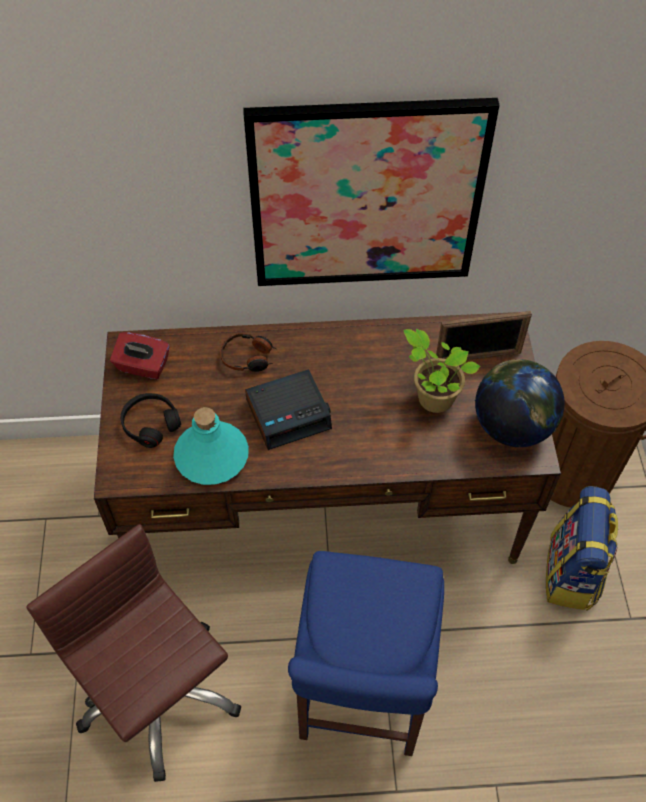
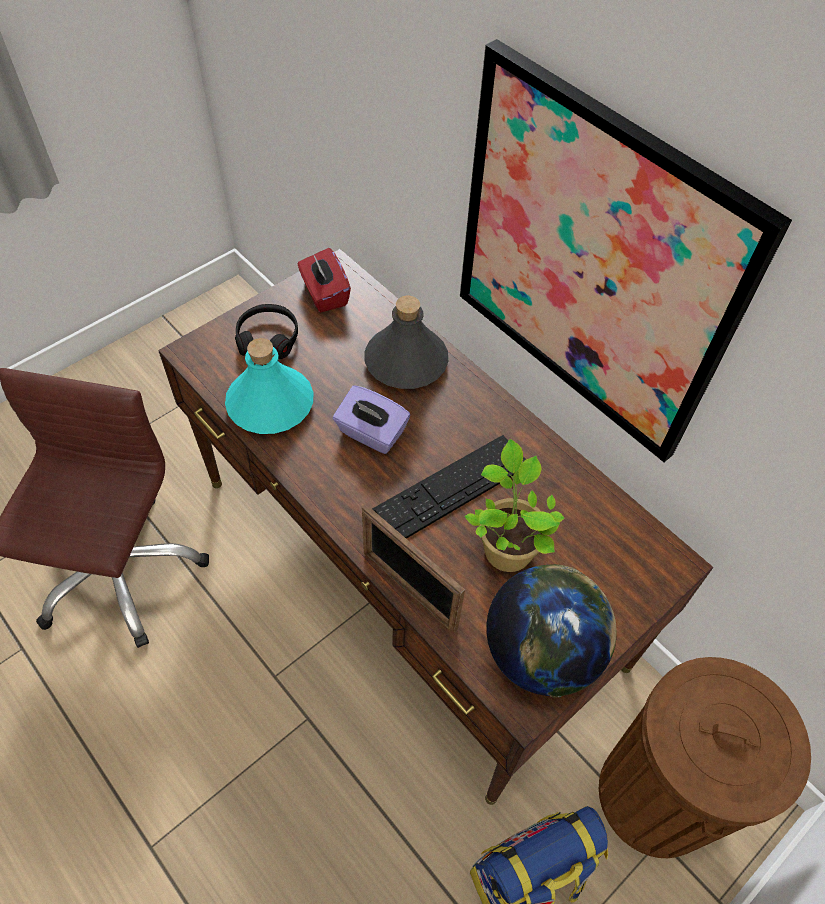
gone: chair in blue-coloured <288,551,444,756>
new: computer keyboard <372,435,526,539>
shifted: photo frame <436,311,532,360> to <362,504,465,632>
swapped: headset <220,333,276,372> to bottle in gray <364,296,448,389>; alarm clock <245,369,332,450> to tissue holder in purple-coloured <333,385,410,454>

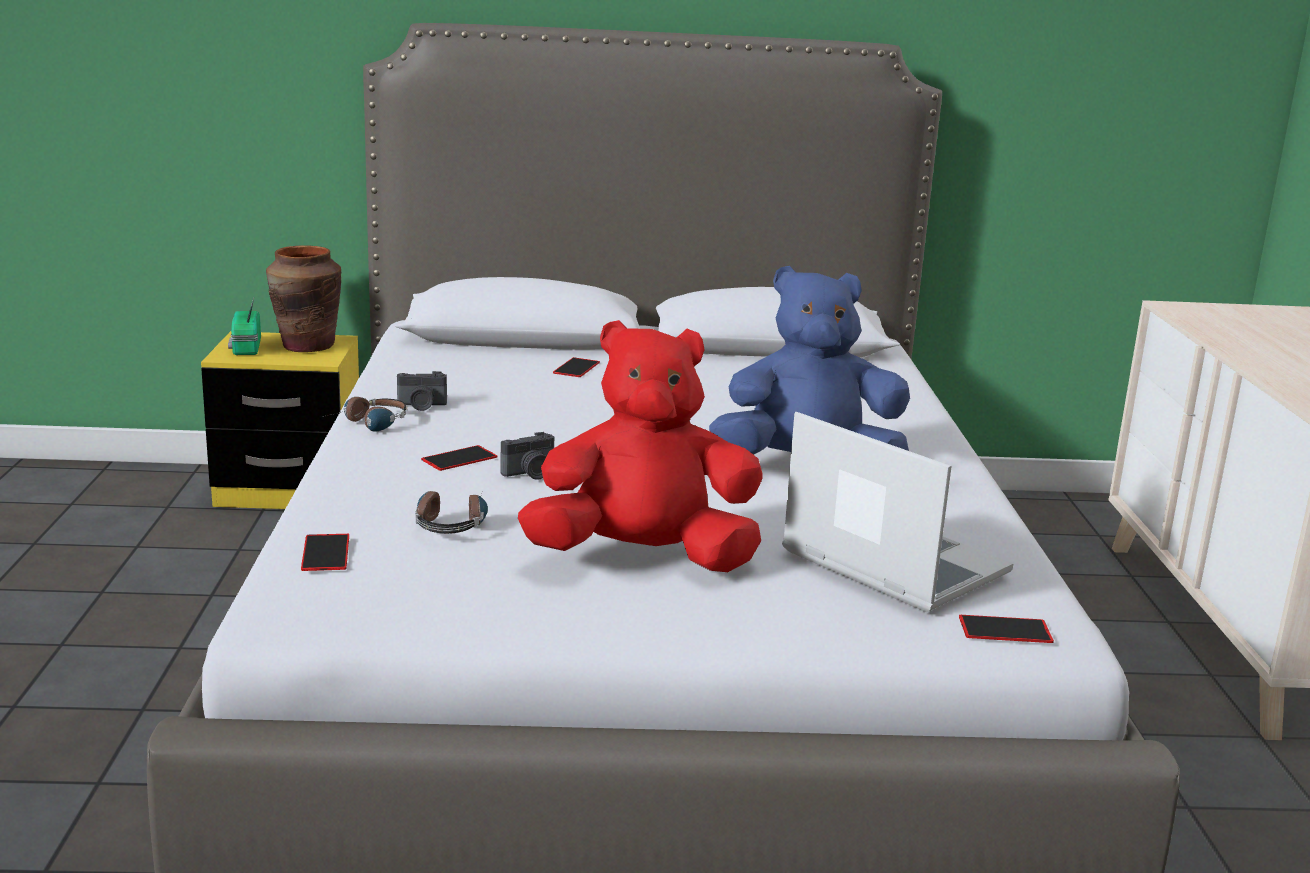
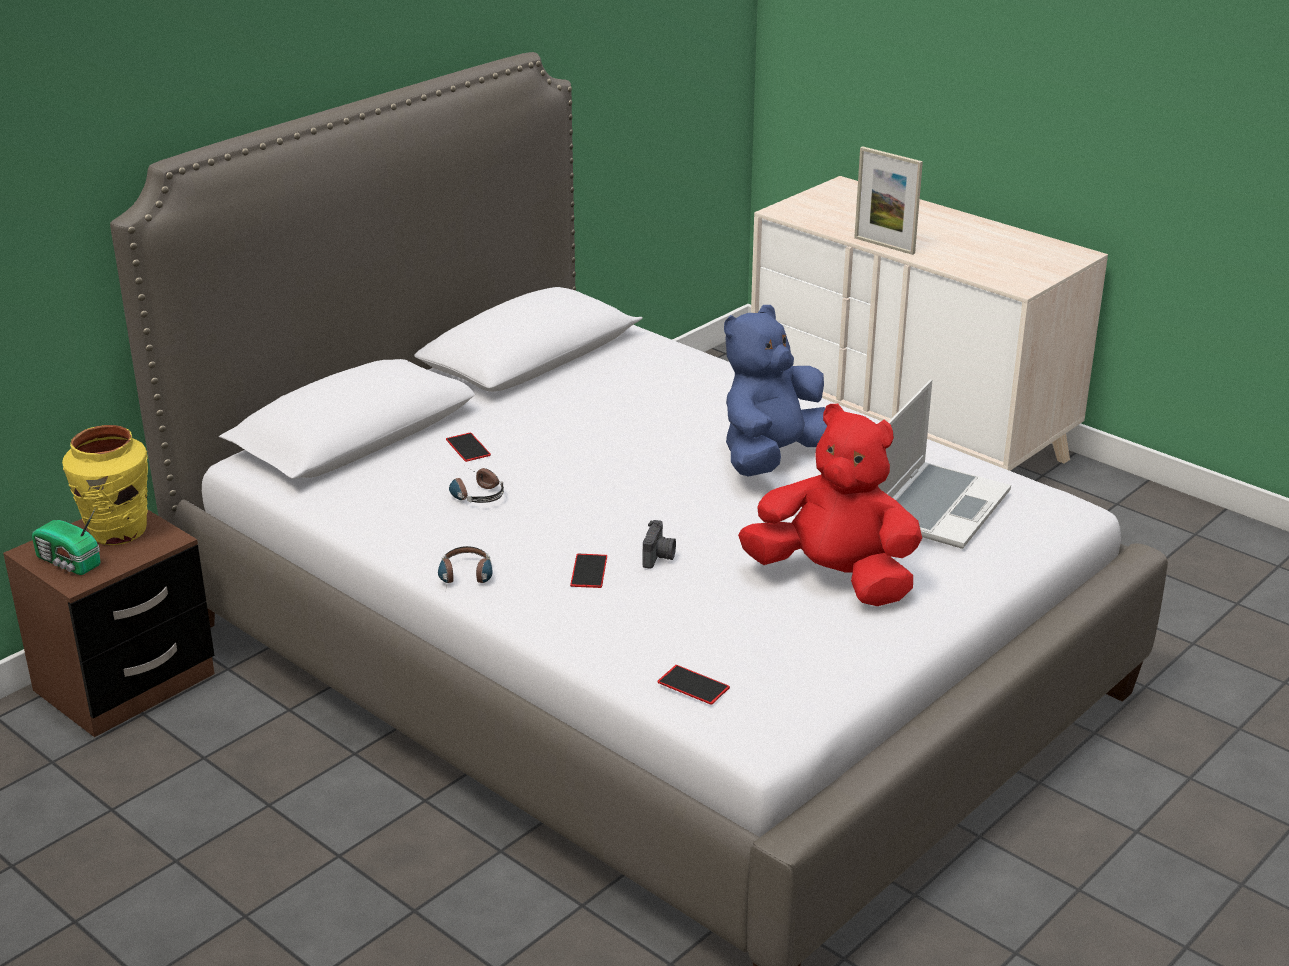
gone: still camera <397,371,447,411>; handset <959,615,1054,643>
new: photo frame <854,146,923,255>
shifted: headset <415,491,488,534> to <449,466,504,503>
repainted: nightstand in yellow-coloured <201,331,359,509> to nightstand in brownish <3,510,215,737>; vase in brownish <266,245,341,352> to vase in yellow-coloured <62,425,148,545>
rotated: plush toy in red <518,320,762,572> = <738,404,922,606> 75 degrees clockwise; notebook computer <782,412,1013,612> = <878,380,1011,549> 120 degrees clockwise

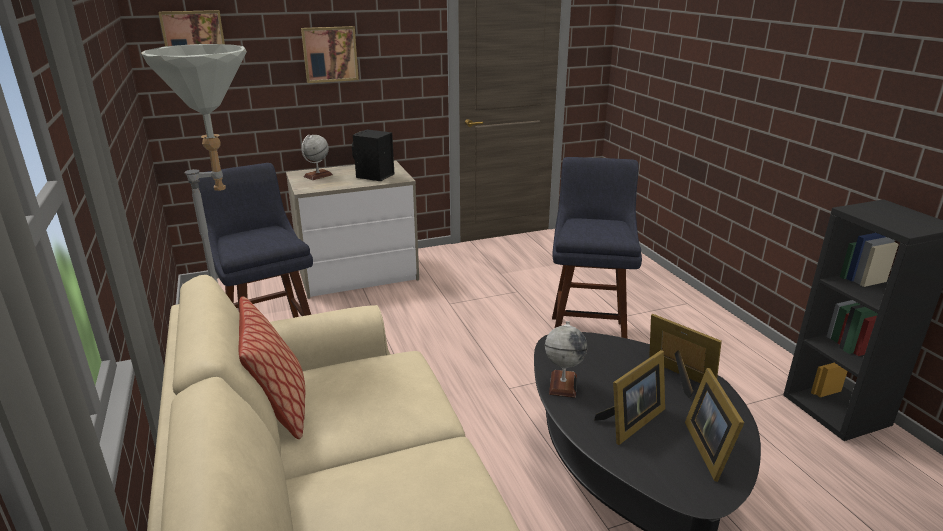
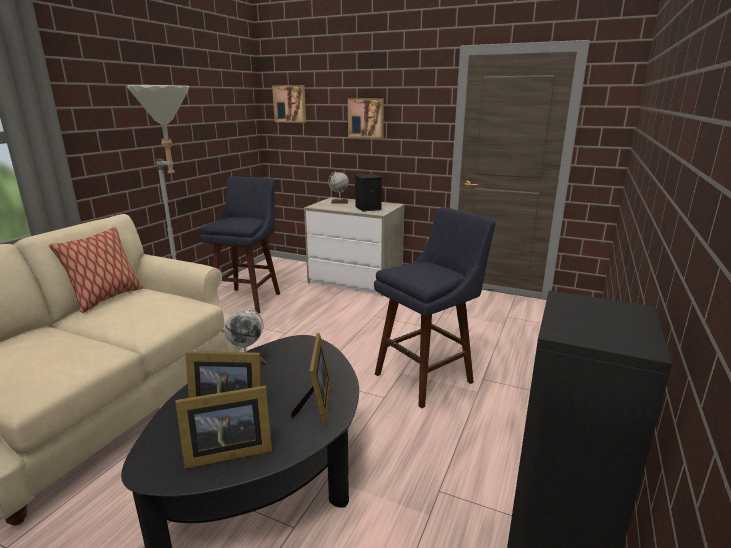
rotated: photo frame <685,368,744,482> = <175,386,272,469> 150 degrees counterclockwise

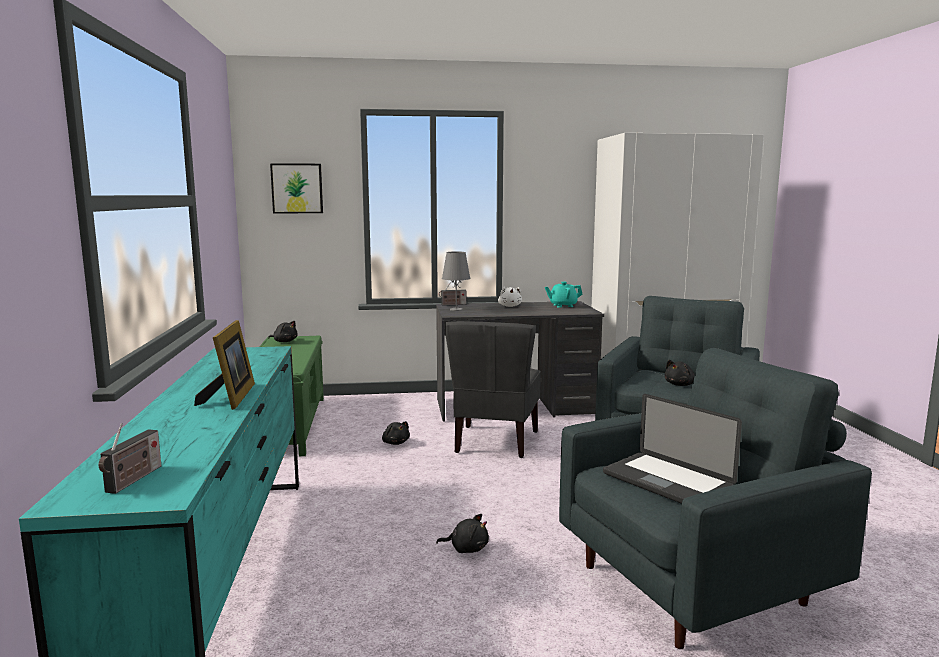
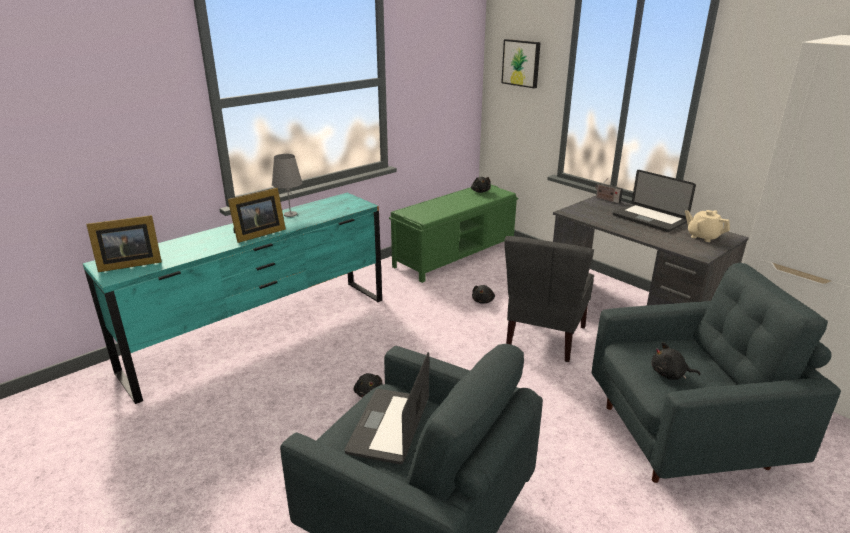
shifted: tabletop lamp in gray <442,251,471,311> to <272,154,303,217>
swapped: radio receiver <98,423,161,494> to photo frame <86,215,162,272>; plush toy in white-coloured <498,287,522,307> to notebook computer <613,170,696,232>
repainted: tea pot in blue-green <545,282,582,308> to tea pot in sand-coloured <685,210,730,242>
rotated: chair in gray <445,321,541,458> = <505,236,594,362> 45 degrees counterclockwise

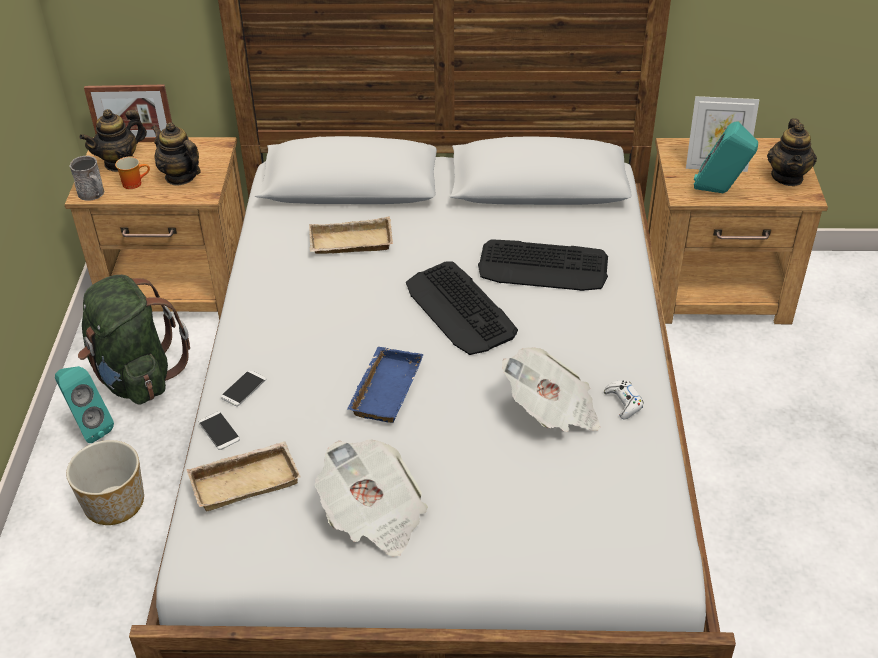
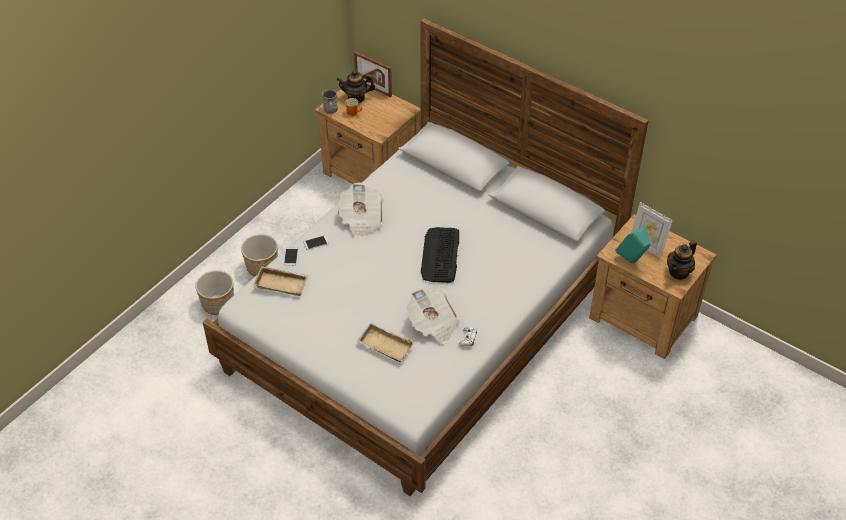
gone: speaker in blue-green <55,366,114,443>; knapsack in greenish <78,275,190,404>; tea pot <151,122,201,186>; carrying tray in blue-coloured <347,346,424,423>; computer keyboard <478,239,608,291>
new: plant pot <195,270,234,315>
shifted: carrying tray in sand-coloured <309,217,393,254> to <357,323,414,362>; daily paper <315,439,428,557> to <338,182,384,238>

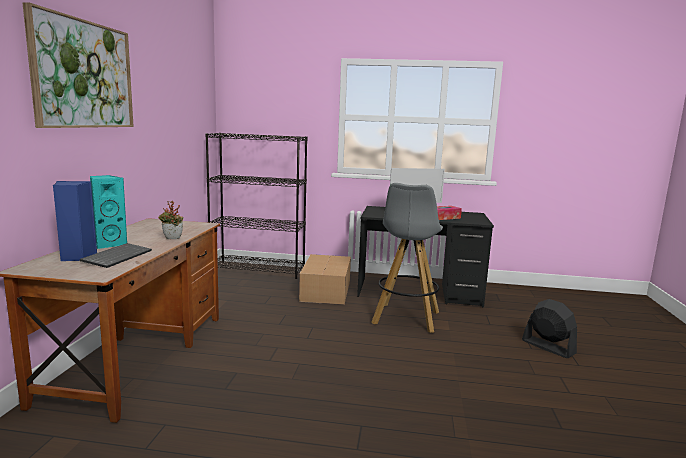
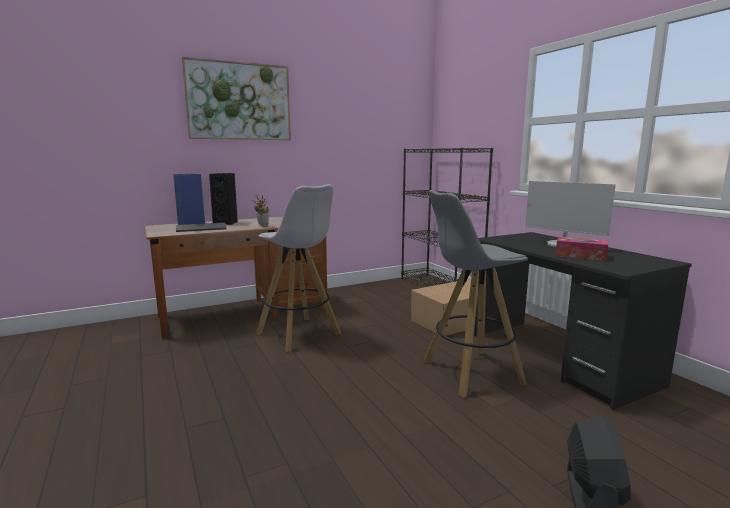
new: stool seat in white-coloured <256,184,341,352>
repainted: speaker in blue-green <90,175,127,249> to speaker in blackish <209,173,238,225>

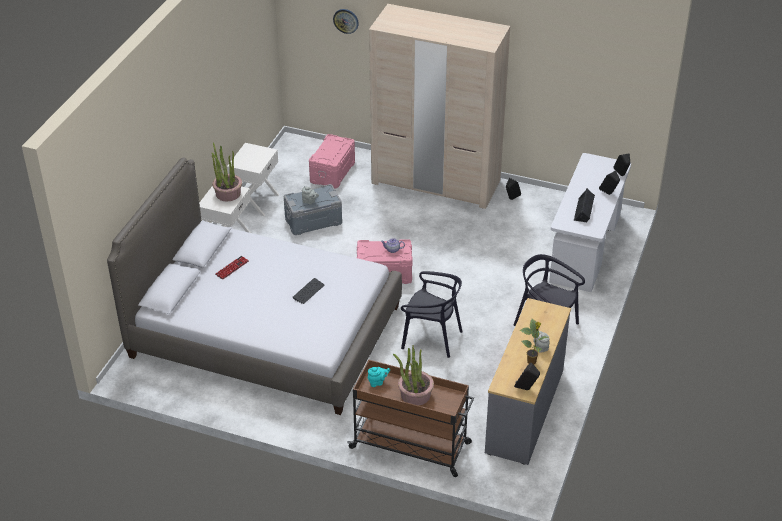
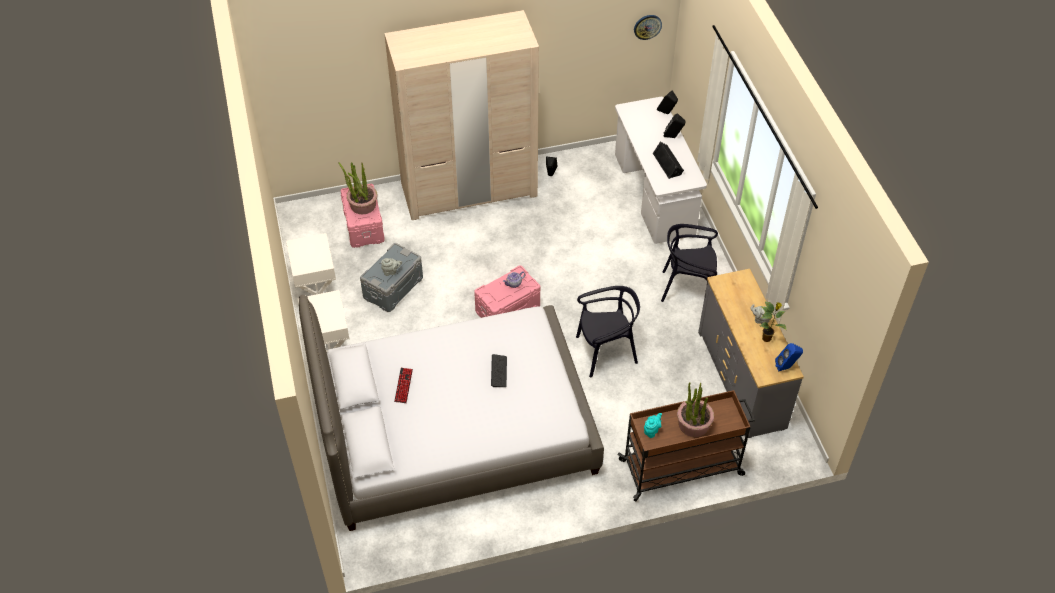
shifted: houseplant <211,142,242,202> to <338,162,378,214>; clock on the wall <333,9,359,34> to <634,15,662,40>
repainted: speaker in blackish <514,363,540,390> to speaker in blue-coloured <775,343,803,371>

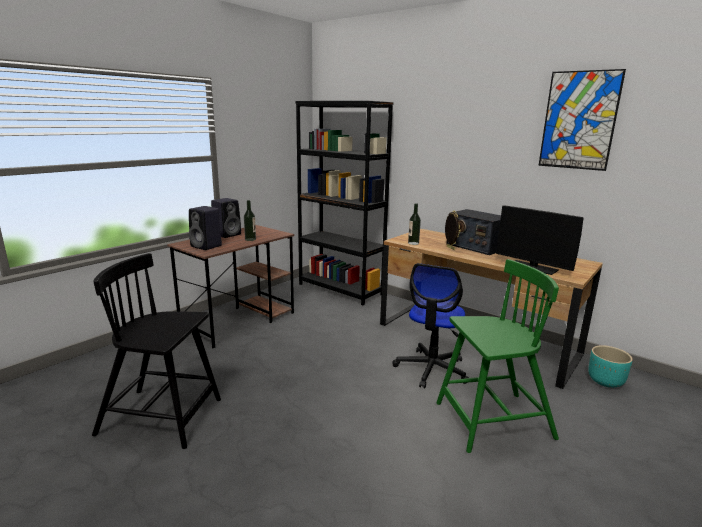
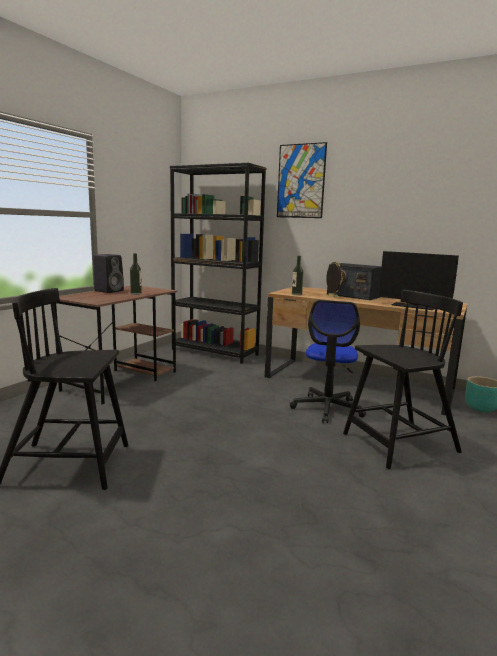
gone: speaker in blackish <189,206,222,250>
shifted: wall art <538,69,626,171> to <277,142,327,218>
repainted: chair in greenish <436,259,559,453> to chair in blackish <343,290,463,469>

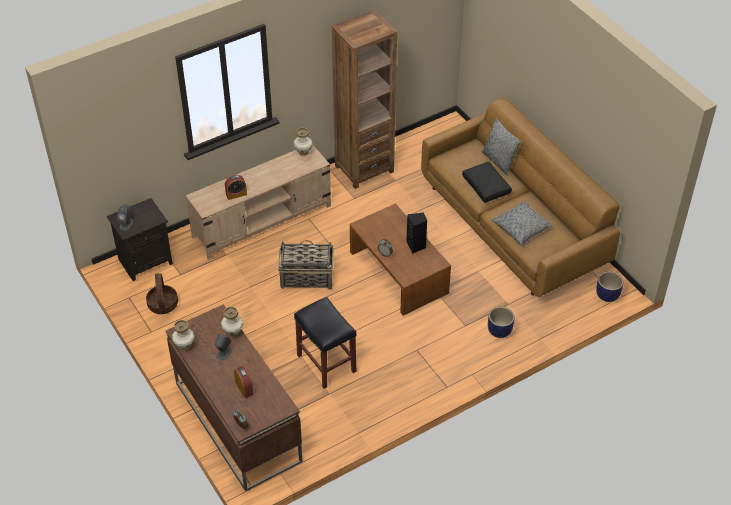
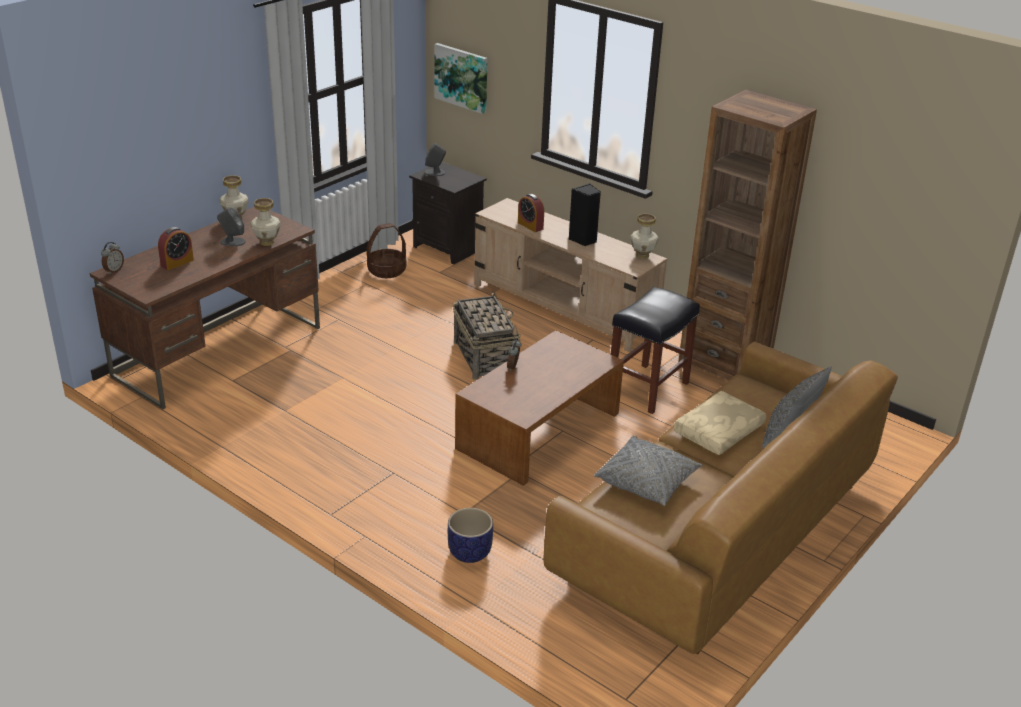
gone: plant pot <596,271,623,302>
new: wall art <434,43,488,114>
shifted: stool seat in blackish <294,297,357,389> to <611,287,700,414>; speaker in blackish <406,213,428,254> to <569,184,601,246>
repainted: pillow in blackish <462,162,512,203> to pillow in sand-coloured <674,391,766,455>

